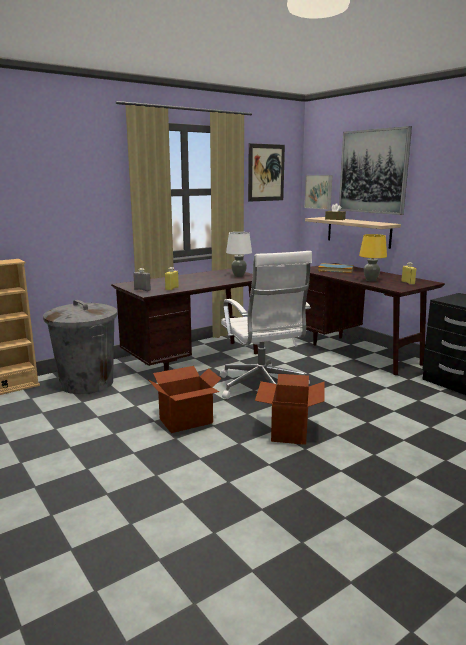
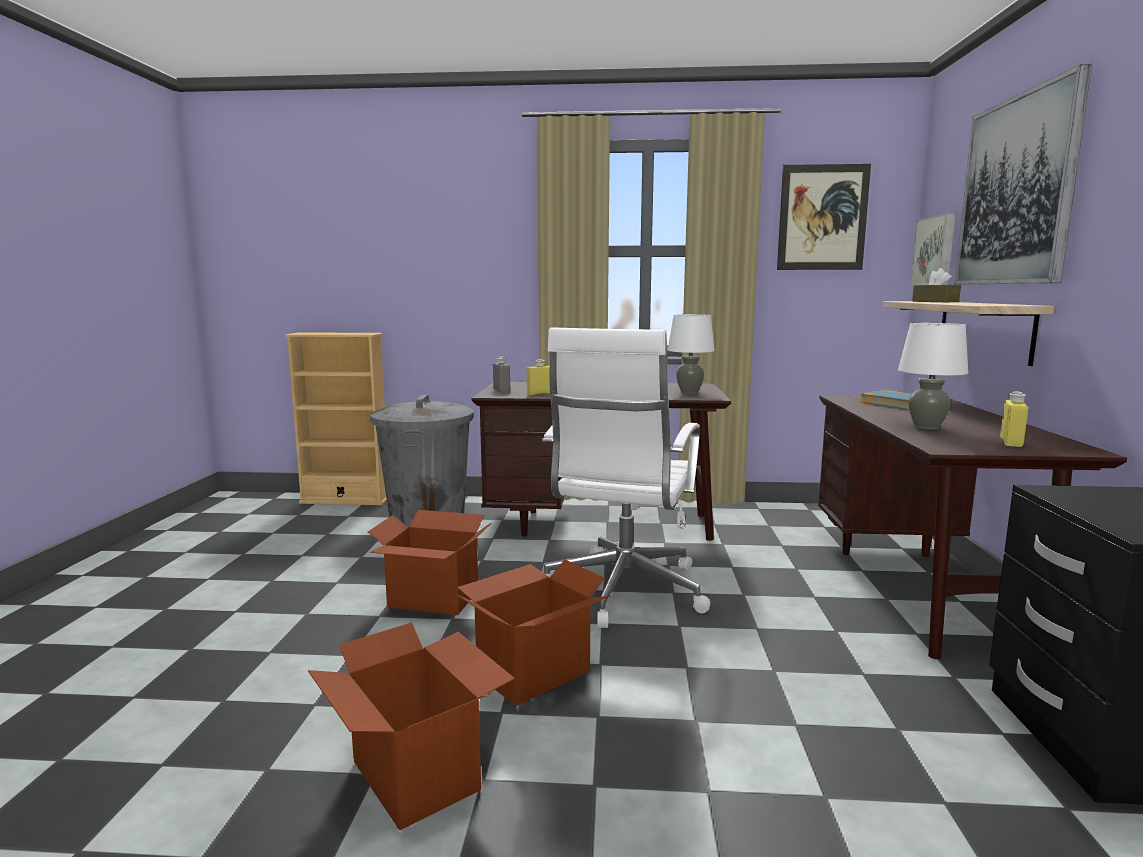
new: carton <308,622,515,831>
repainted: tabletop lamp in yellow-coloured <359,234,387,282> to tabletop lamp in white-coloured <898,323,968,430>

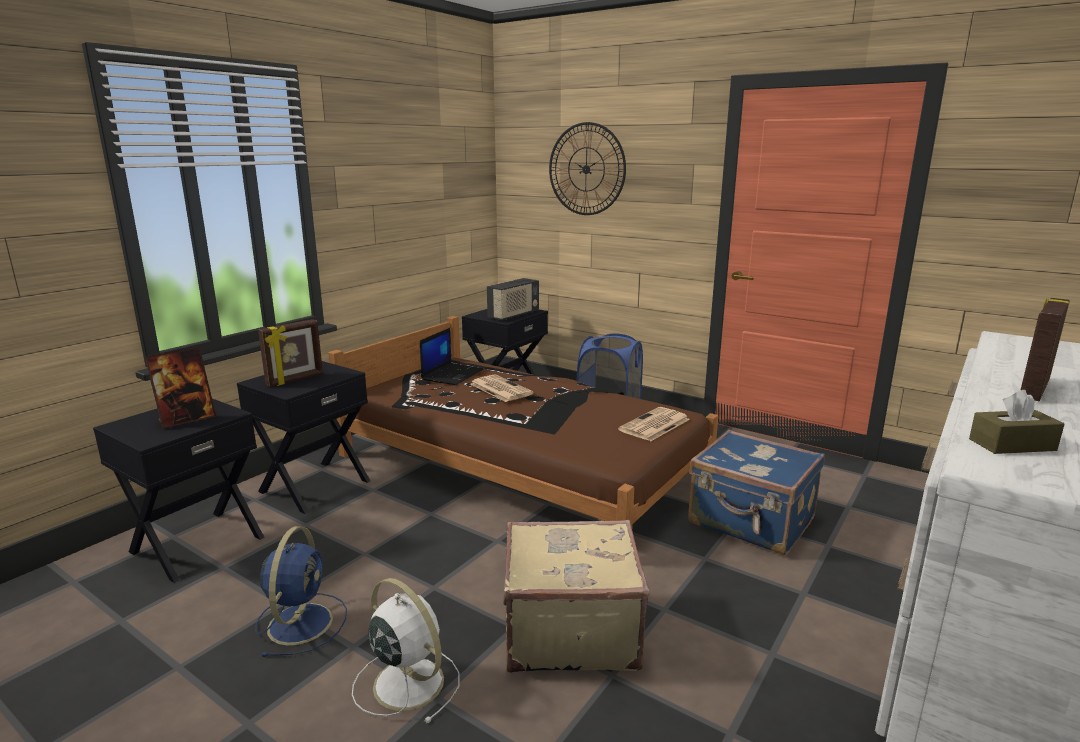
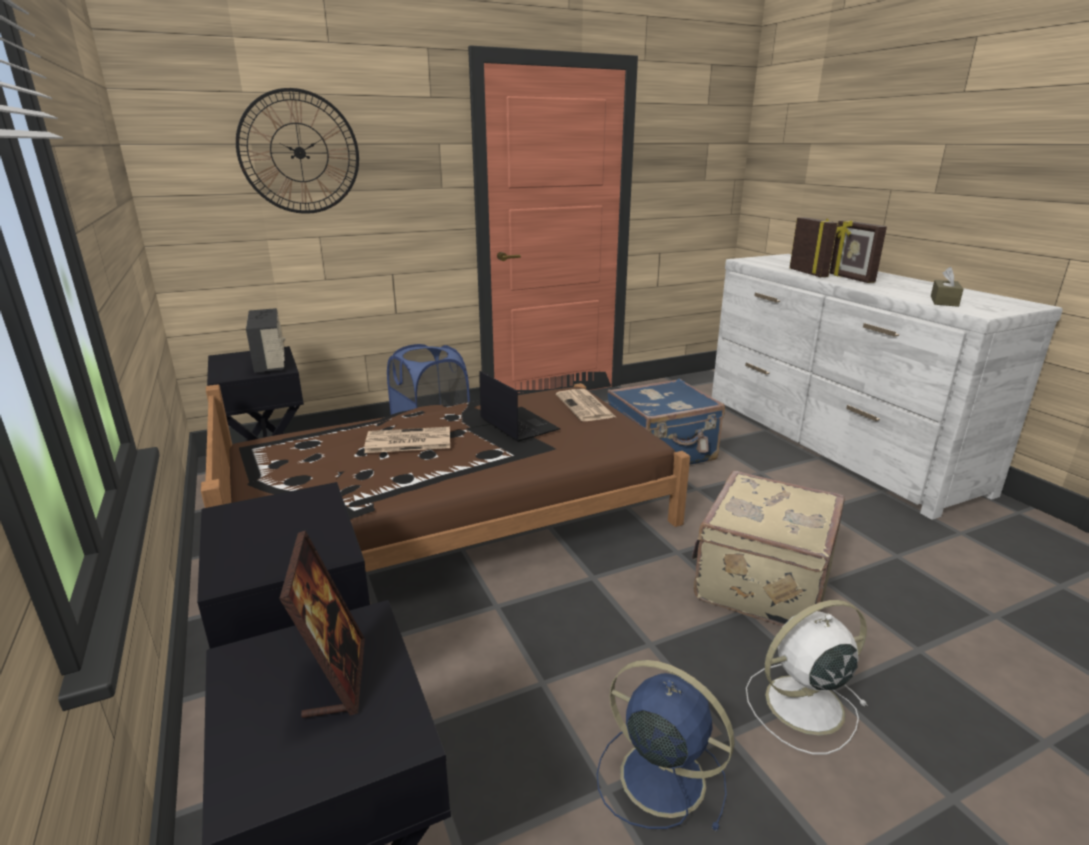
shifted: photo frame <258,319,323,387> to <790,217,838,277>; notebook computer <420,328,484,385> to <479,371,560,442>

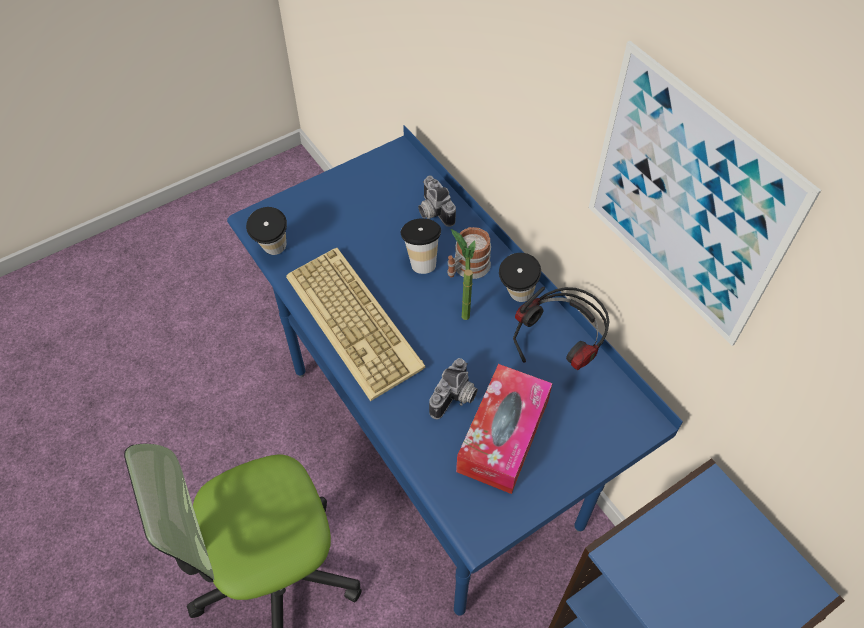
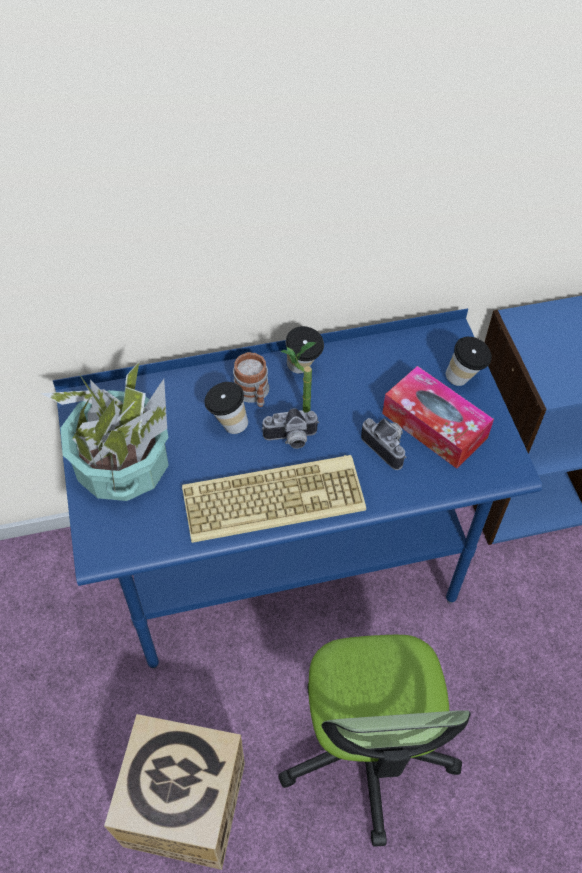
gone: headset <513,287,610,370>; wall art <589,41,821,346>
new: houseplant <41,362,169,501>; carton <104,714,245,870>
shifted: drinking cup <246,207,287,255> to <446,337,492,386>; still camera <418,176,456,227> to <262,408,319,449>

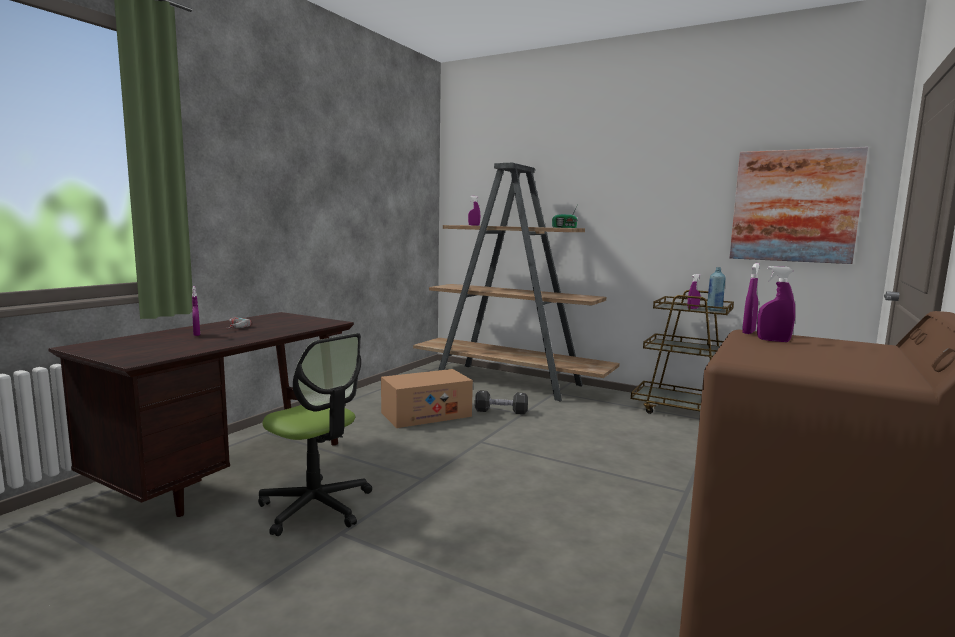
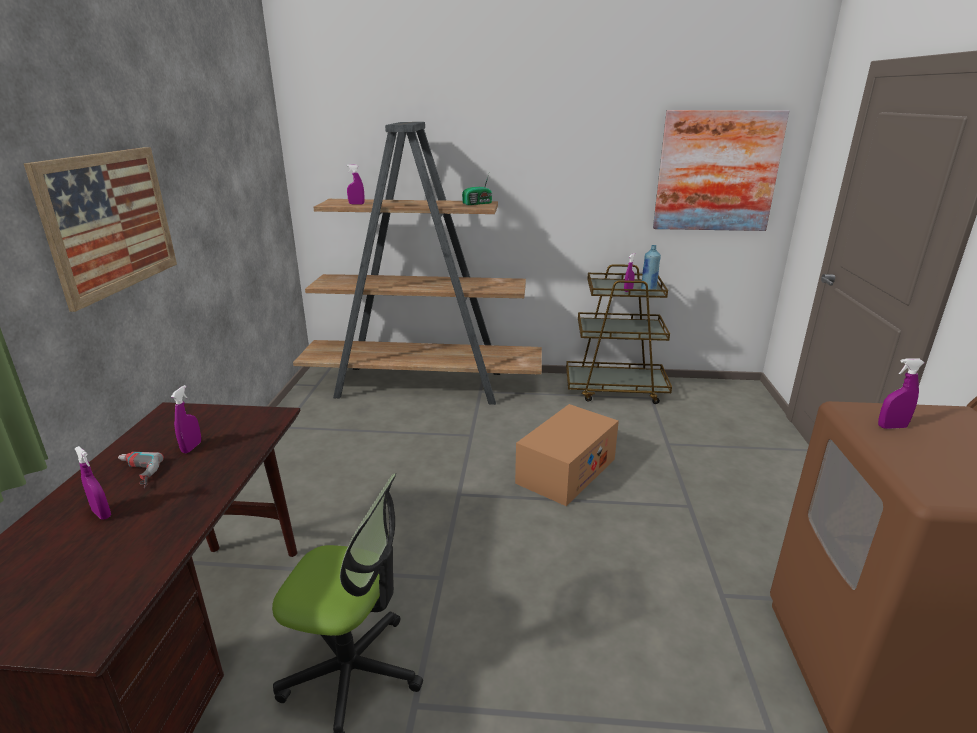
gone: dumbbell in blackish <475,390,528,414>
new: wall art <23,147,177,312>
shifted: carton <381,369,473,428> to <515,404,619,506>; spray bottle in purple-coloured <742,263,760,334> to <171,385,201,453>

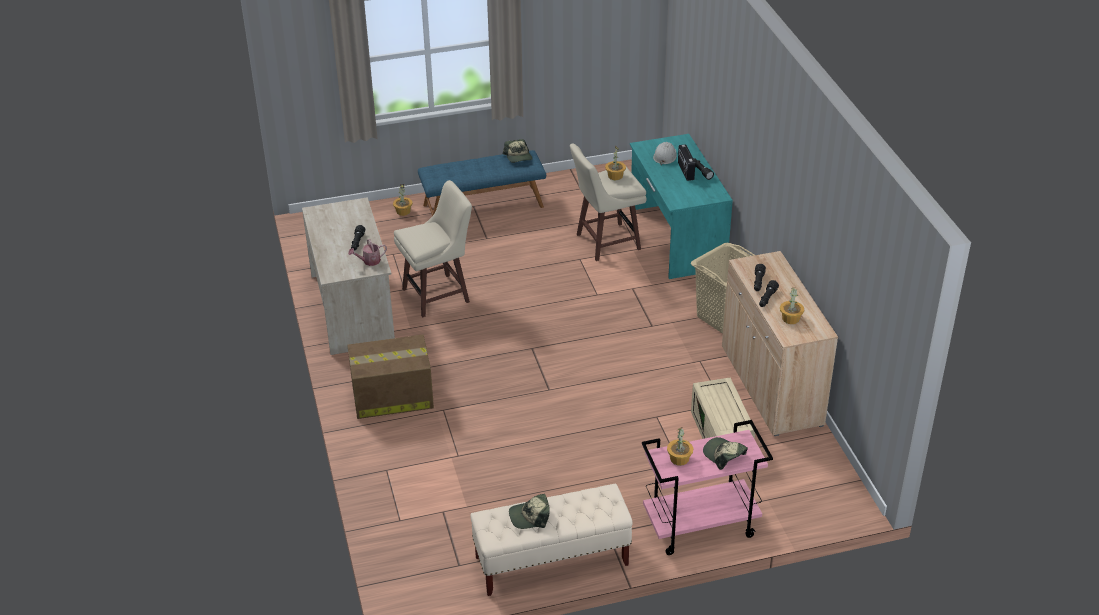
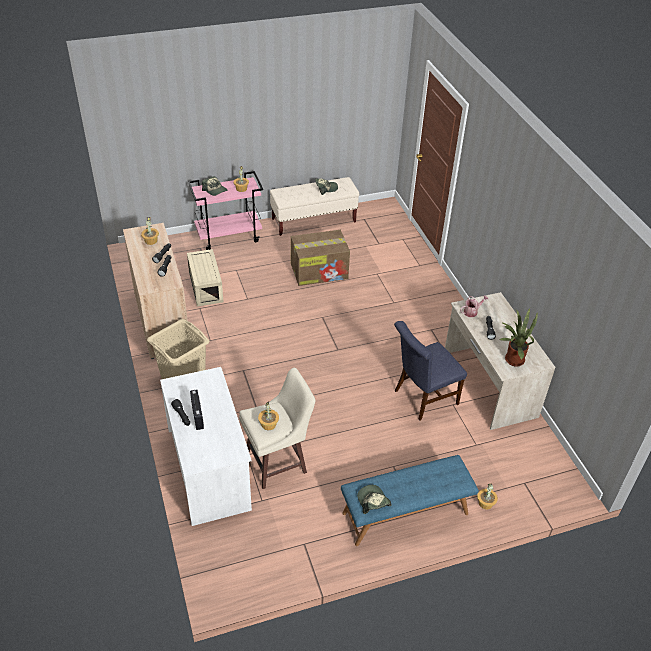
gone: work helmet in white-coloured <653,142,677,165>
new: houseplant <499,308,538,367>
shifted: carton <347,335,434,419> to <291,230,350,286>
swapped: stool seat in sand-coloured <394,180,472,317> to chair in blue-coloured <394,321,467,421>
repainted: desk table in blue-green <630,134,733,279> to desk table in white-coloured <160,367,252,526>

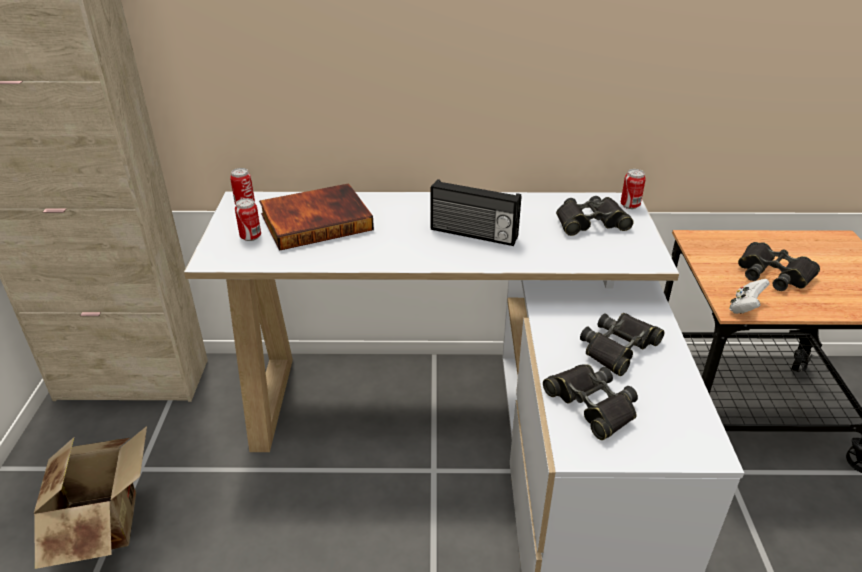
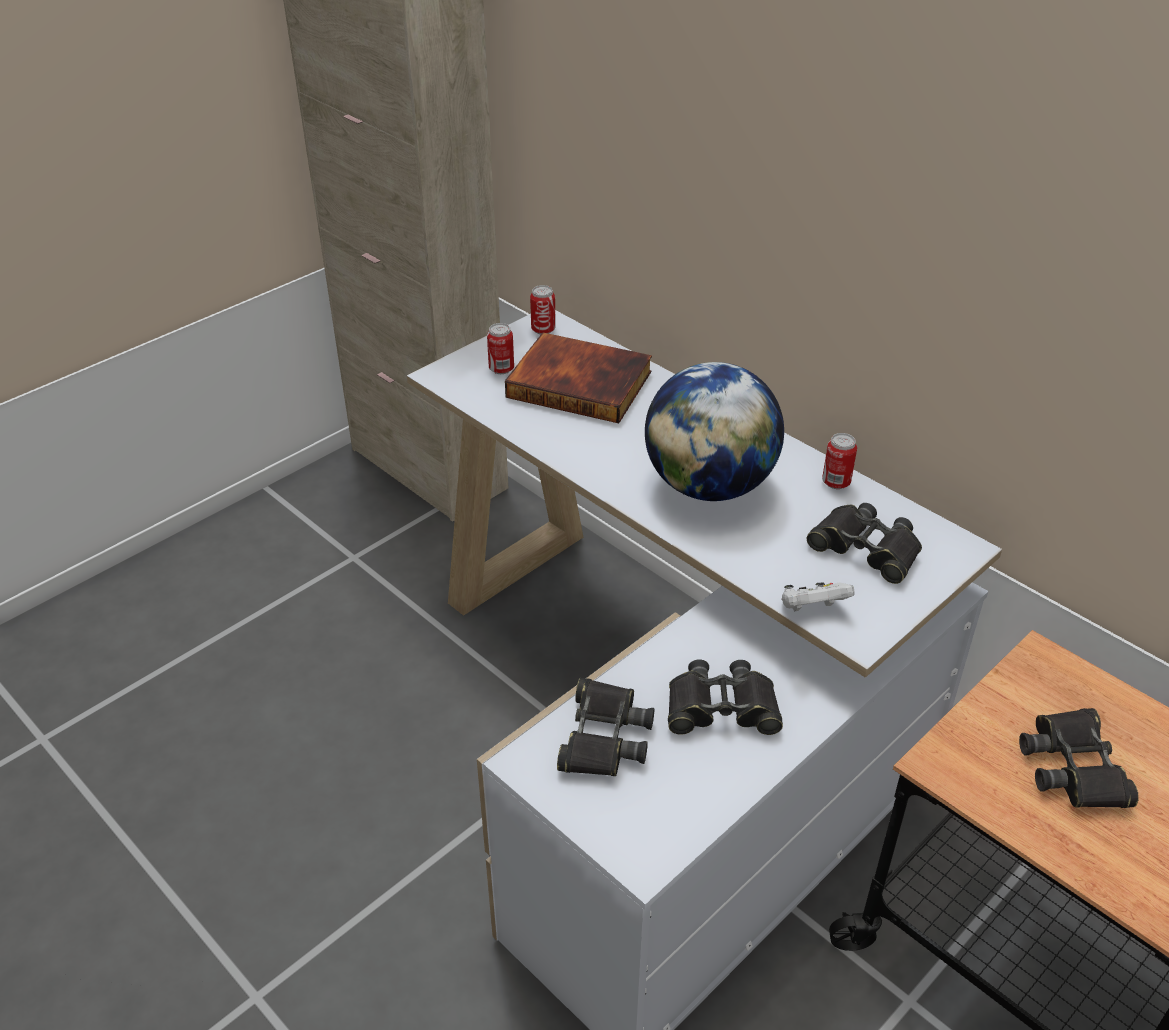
gone: carton <34,426,147,569>
shifted: metal can <621,169,646,209> to <822,433,857,489>; gamepad in white-coloured <729,279,770,314> to <782,582,855,612>
swapped: radio receiver <430,179,521,246> to world globe <645,362,784,501>

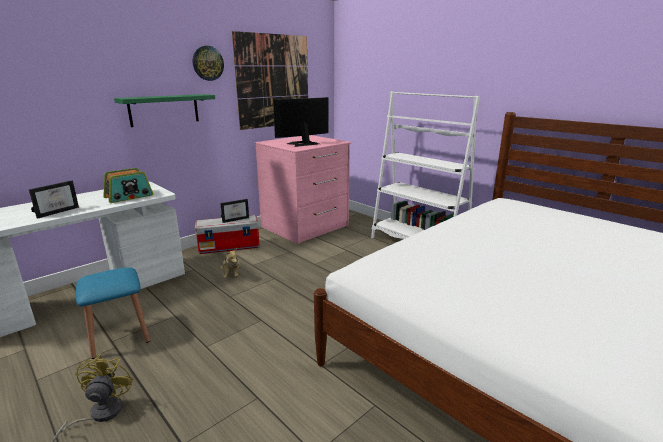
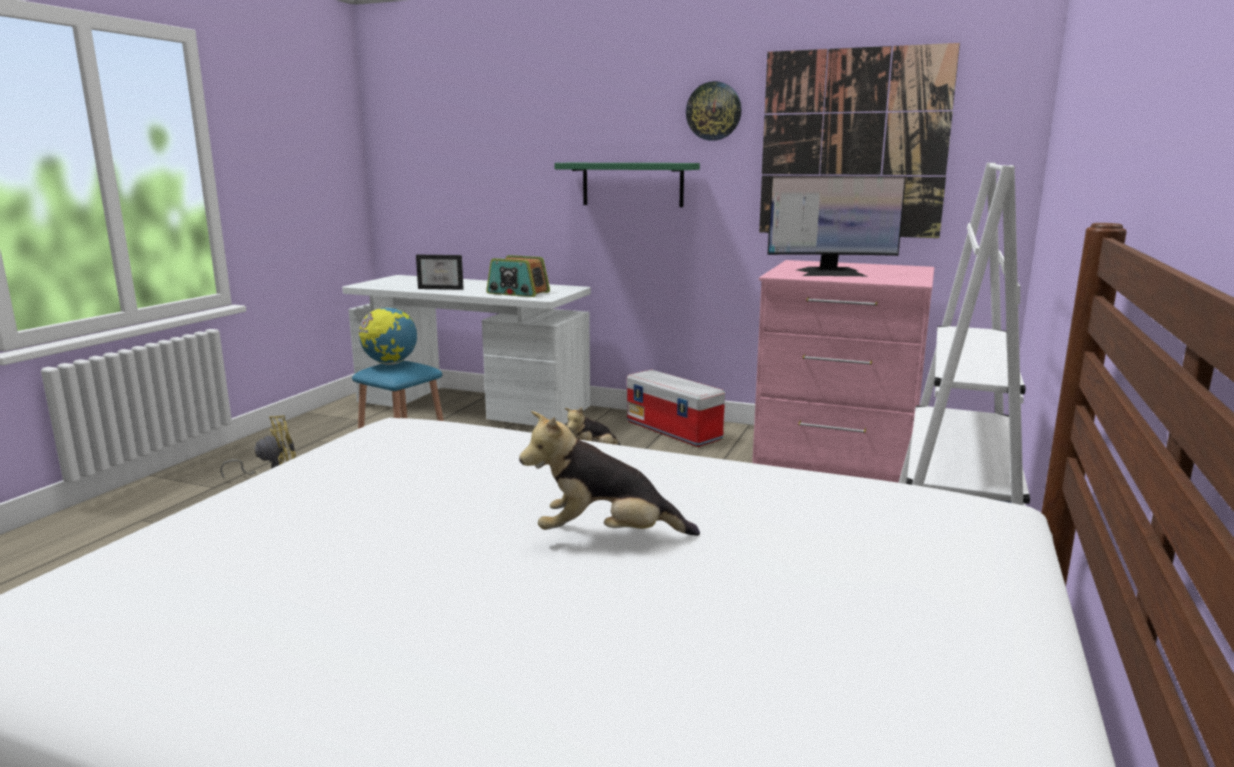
gone: photo frame <220,199,249,223>
new: world globe <359,307,417,365>; plush toy <519,411,700,536>
rotated: computer display <273,97,329,147> = <768,176,906,276> 150 degrees clockwise

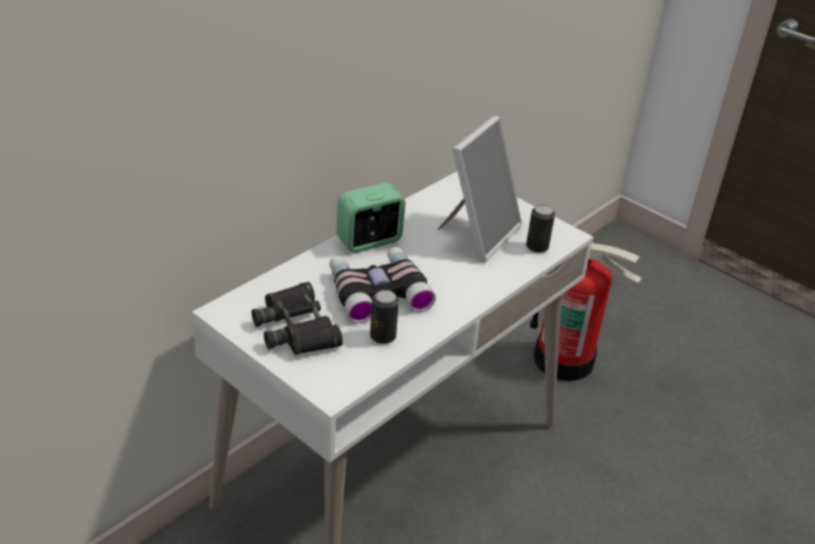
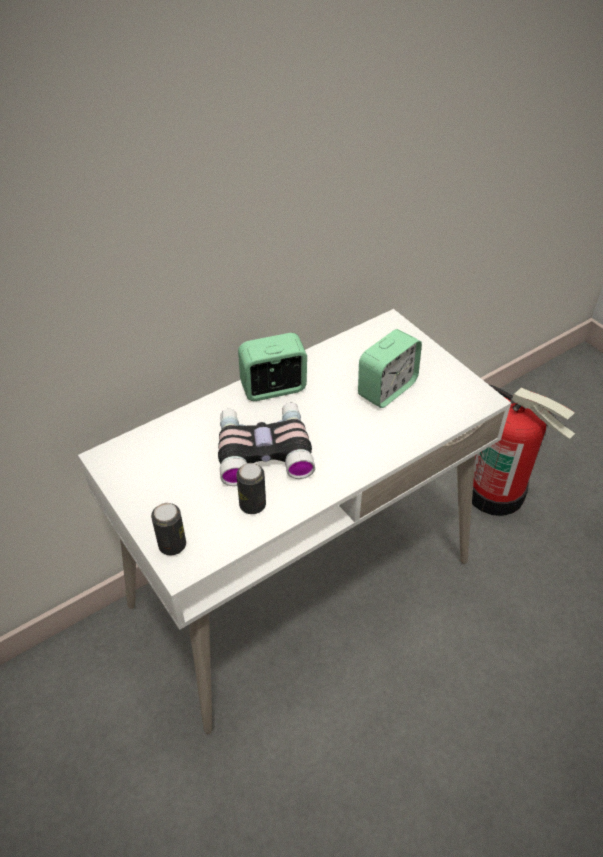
gone: pair of binoculars in blackish <252,282,343,355>
shifted: metal can <526,205,555,253> to <151,503,186,556>
swapped: photo frame <437,116,522,262> to alarm clock <358,329,422,408>

